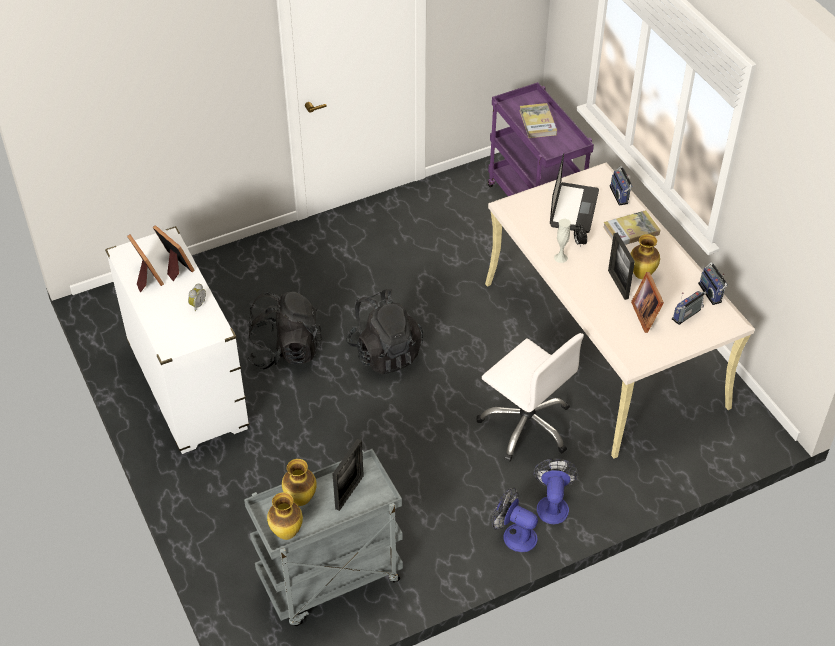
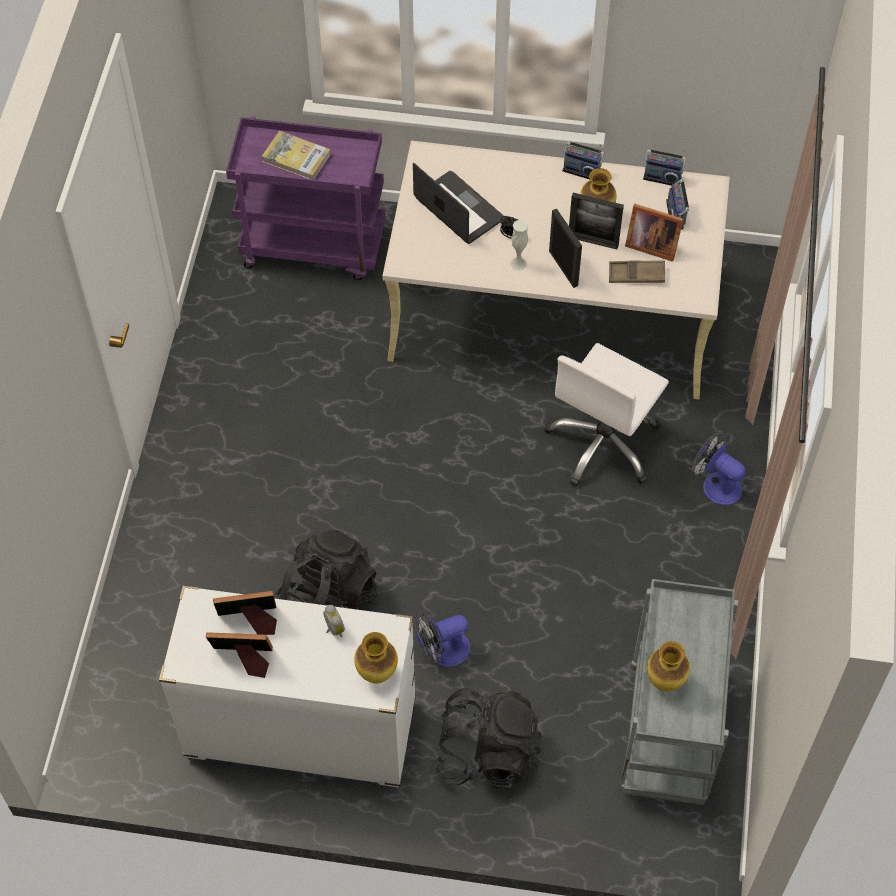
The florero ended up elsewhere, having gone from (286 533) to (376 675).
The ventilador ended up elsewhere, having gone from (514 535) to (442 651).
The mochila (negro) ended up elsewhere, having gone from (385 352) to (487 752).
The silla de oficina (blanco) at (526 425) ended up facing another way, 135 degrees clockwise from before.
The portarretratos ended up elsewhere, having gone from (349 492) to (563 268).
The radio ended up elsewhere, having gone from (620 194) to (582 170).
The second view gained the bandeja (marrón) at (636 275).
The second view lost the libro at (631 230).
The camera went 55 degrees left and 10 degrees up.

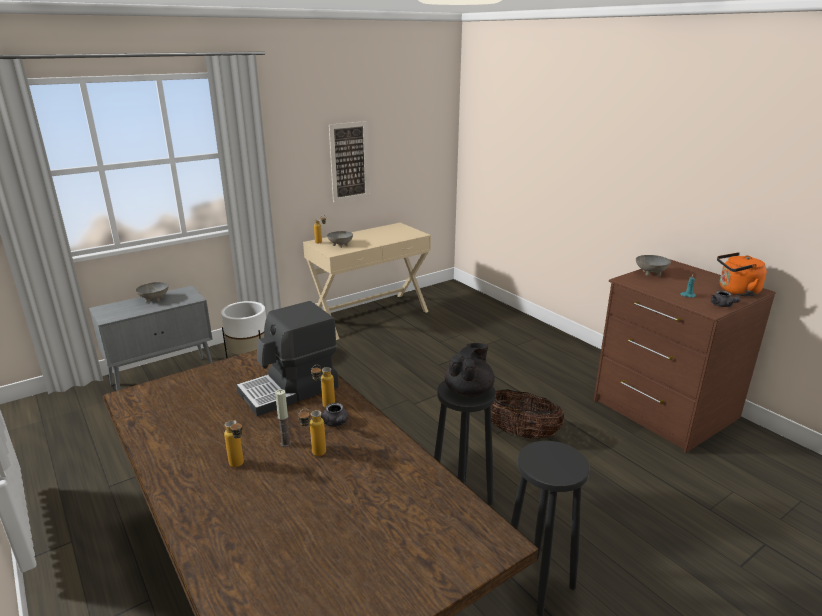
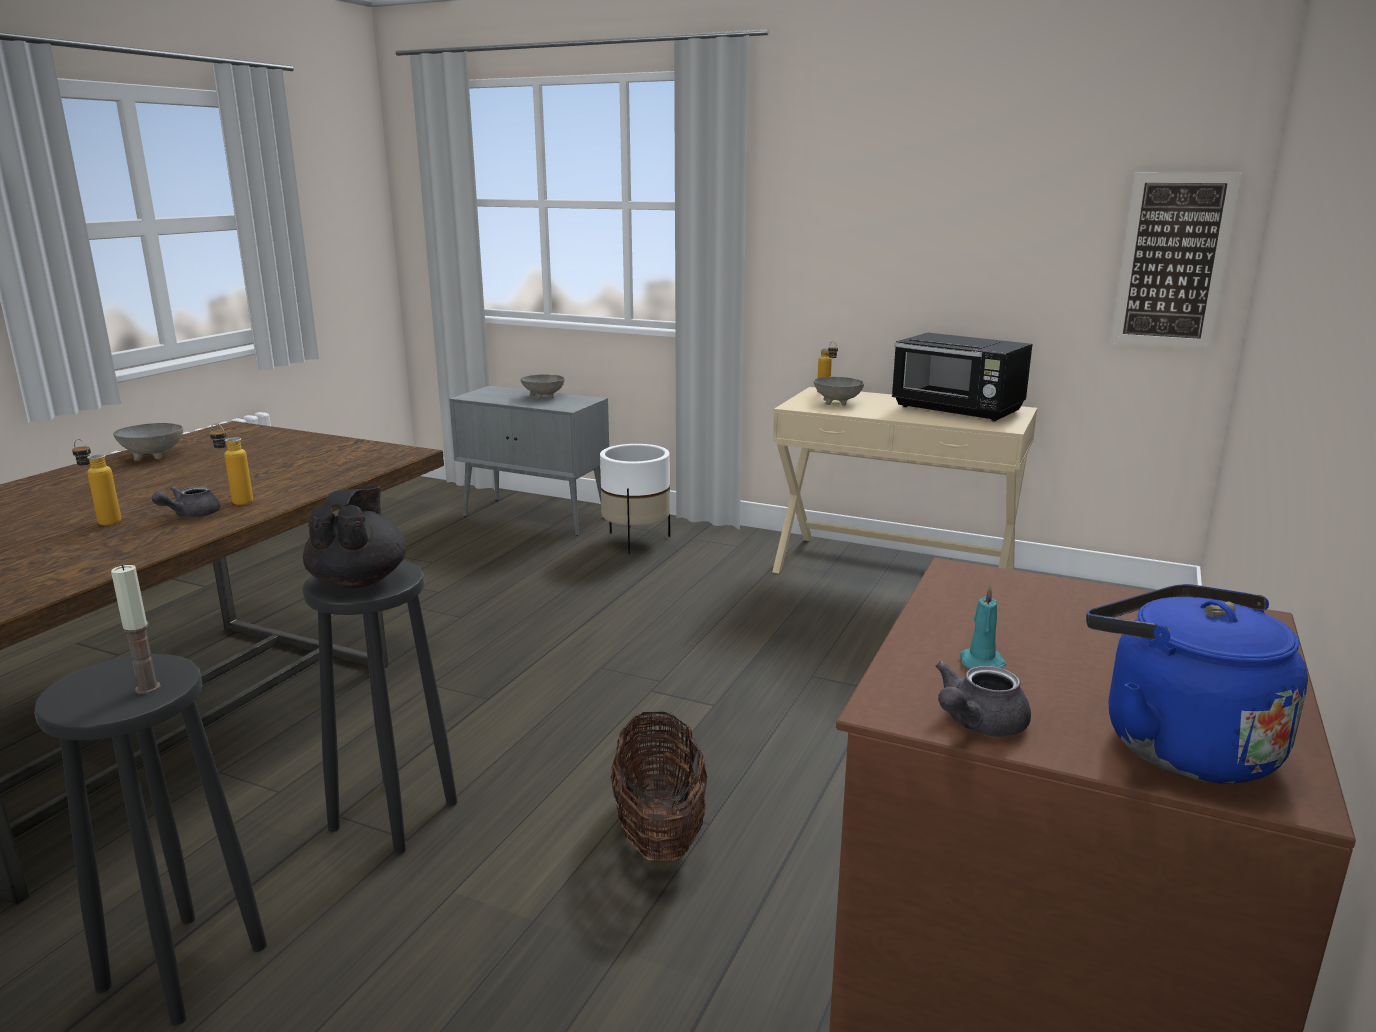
The vela ended up elsewhere, having gone from (285 443) to (148 688).
The cuenco (gris) ended up elsewhere, having gone from (651 273) to (154 456).
The tetera (negro) at (469 391) ended up facing another way, 90 degrees counterclockwise from before.
The second view gained the microondas (negro) at (958 410).
What was the hervidor (naranja) at (736 291) turned into the hervidor (azul) at (1178 744).
The cuadro ended up elsewhere, having gone from (349 162) to (1172 261).
The second view lost the botella at (239 466).
The second view lost the cafetera at (290 390).
The camera went 60 degrees right and 5 degrees down.

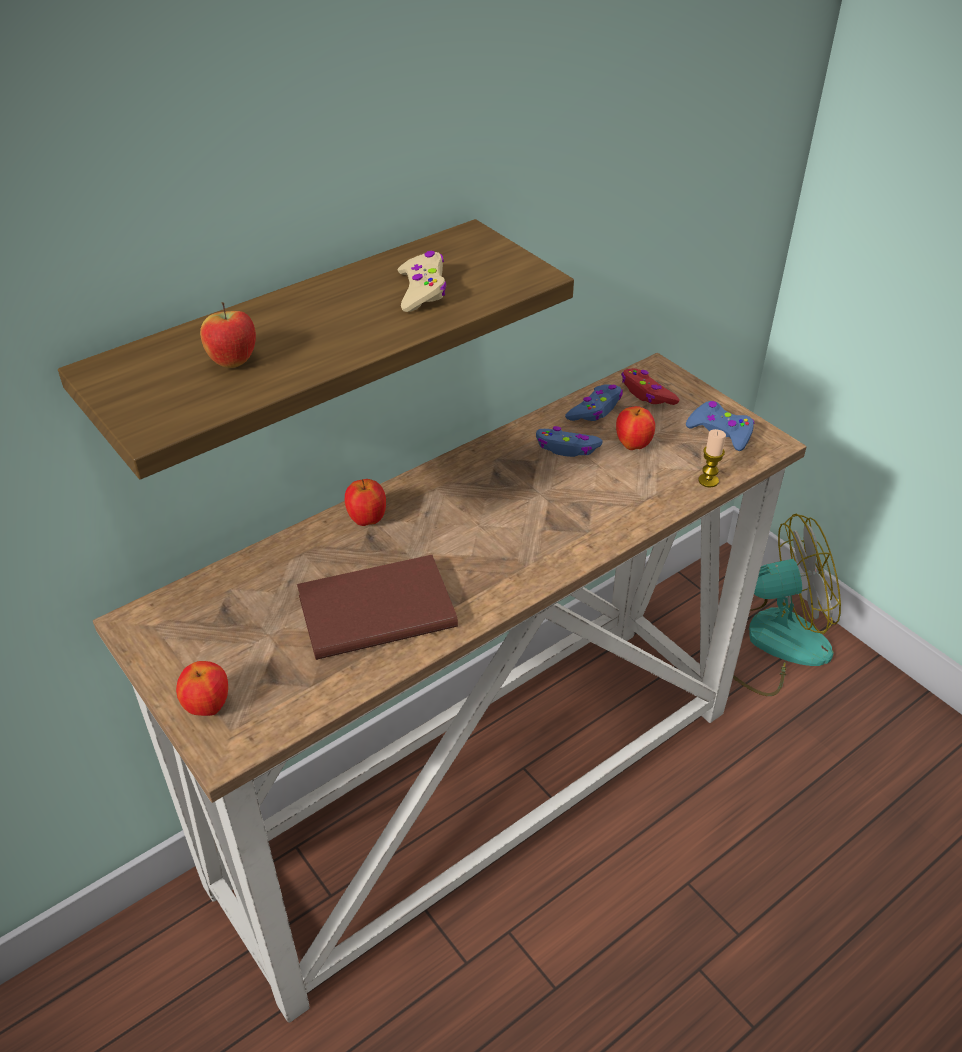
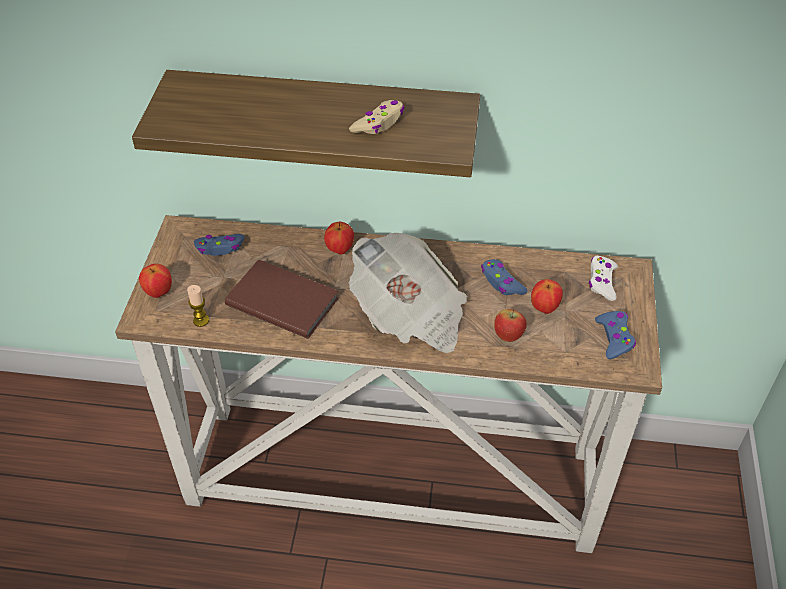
The vela ended up elsewhere, having gone from (708 481) to (201 320).
The mando de consola (azul) ended up elsewhere, having gone from (595 410) to (220 248).
The second view gained the periódico at (410 315).
The manzana ended up elsewhere, having gone from (233 362) to (508 336).
What was the mando de consola (rojo) at (647 394) turned into the mando de consola (blanco) at (602 282).
The second view lost the ventilador at (768 641).
The camera went 45 degrees right and 5 degrees up.

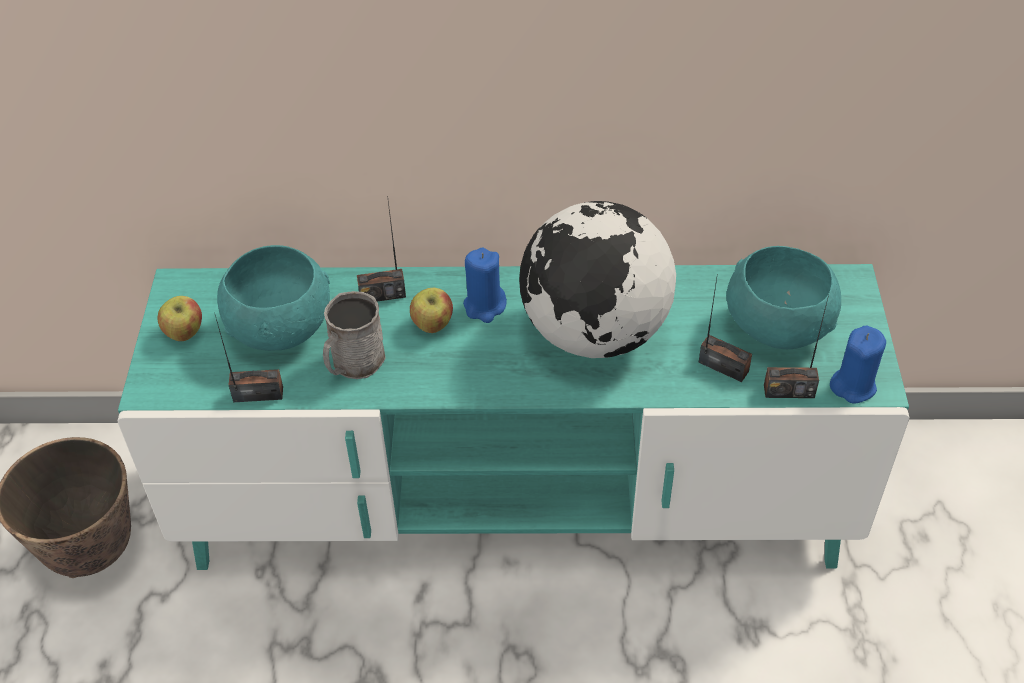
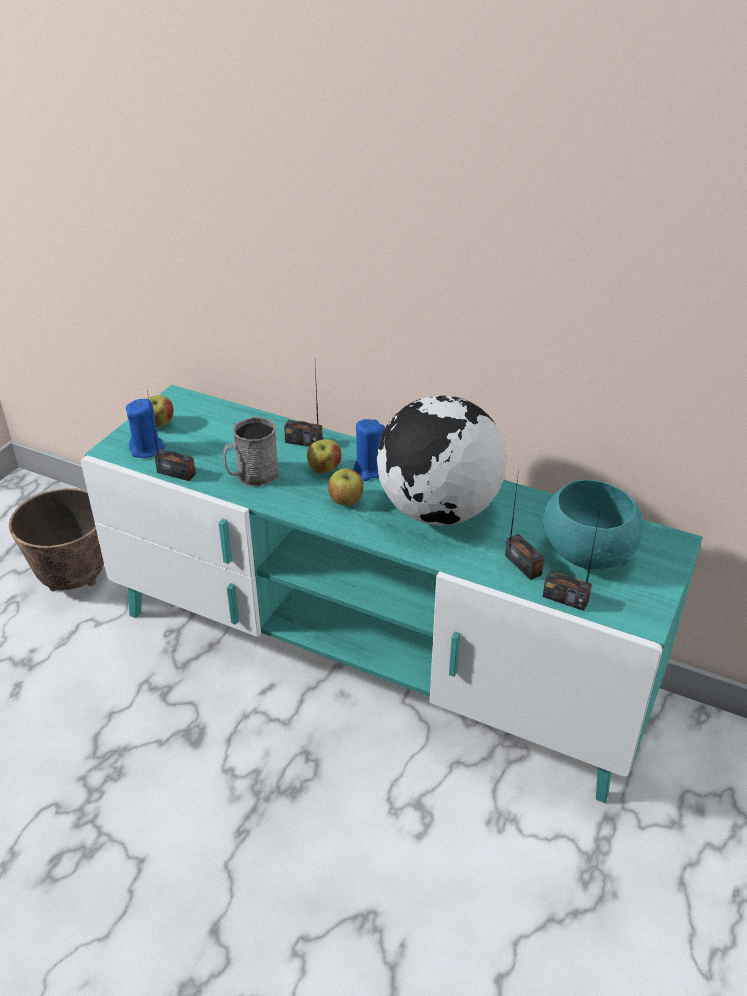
The vela (azul) ended up elsewhere, having gone from (853 385) to (147 449).
The second view gained the manzana at (346 501).
The second view lost the cuenco (turquesa) at (281 327).
The camera went 25 degrees right and 10 degrees down.

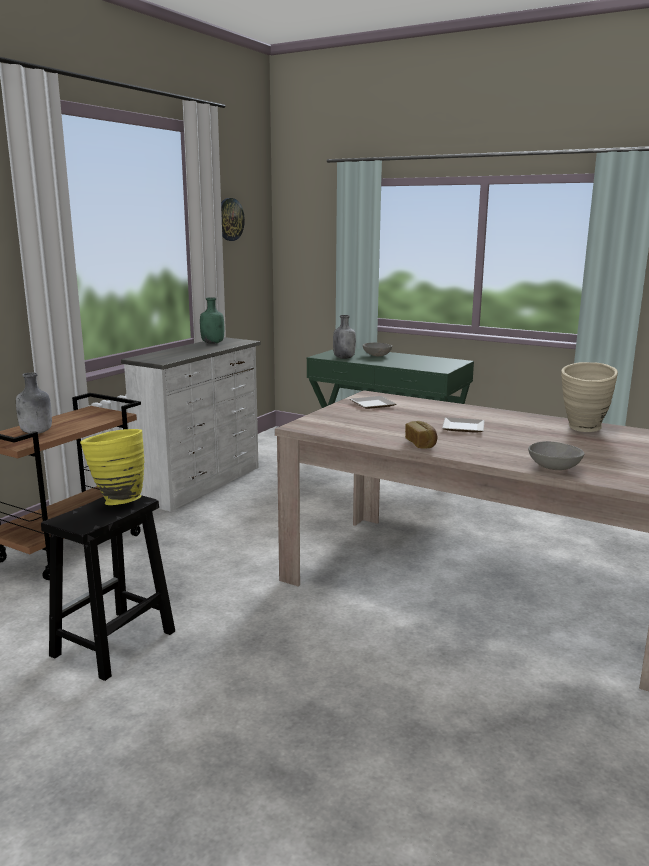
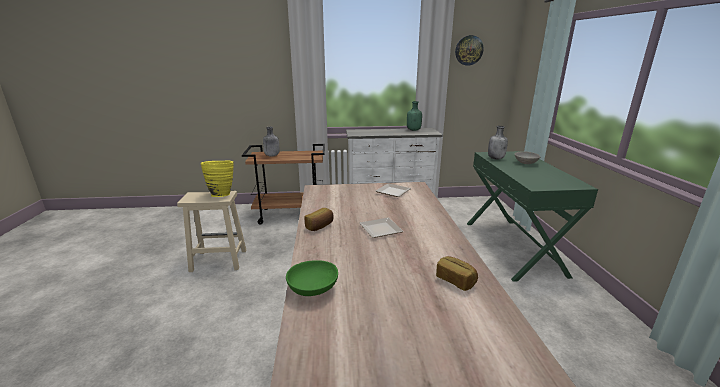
What was the taburete (negro) at (113 644) turned into the taburete (beis) at (218 261).
What was the cuenco (gris) at (553 468) turned into the cuenco (verde) at (312 289).
Where the florero (beis) stood at (583 430), the pan came to stand at (456 280).
The camera went 55 degrees right and 5 degrees up.

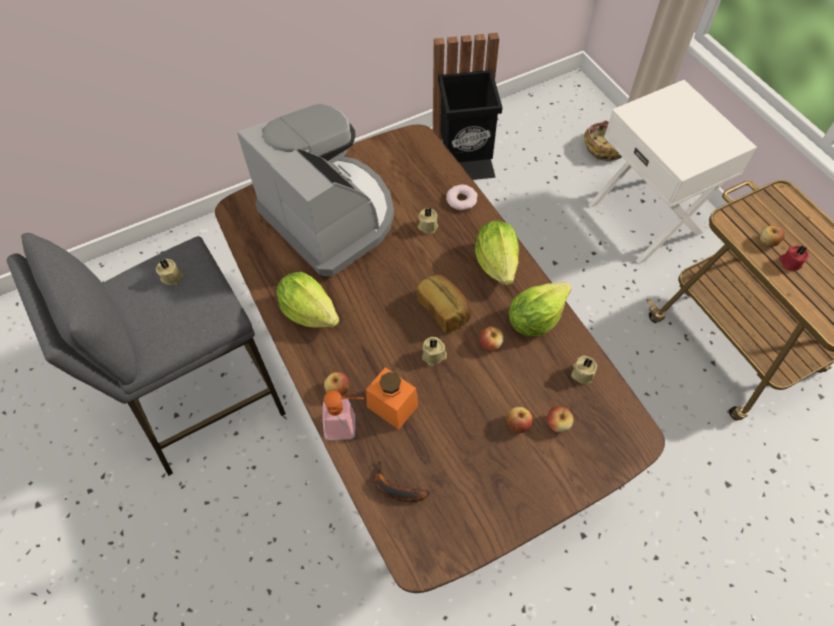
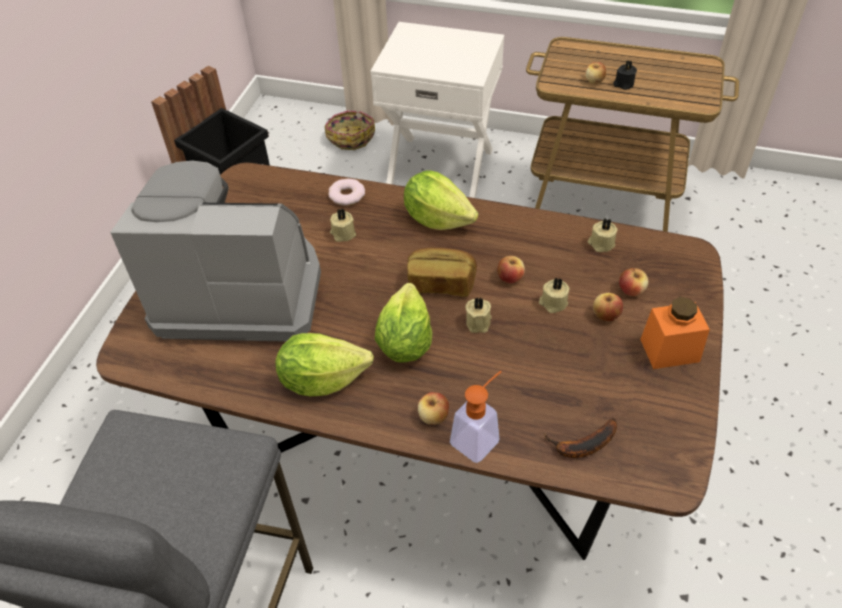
The lechuga ended up elsewhere, having gone from (535 319) to (405 342).
The vela (beis) ended up elsewhere, having gone from (172 276) to (553 303).
What was the vela (rojo) at (790 262) turned into the vela (negro) at (623 84).
The tarro (naranja) ended up elsewhere, having gone from (392 406) to (669 350).
The camera went 45 degrees left and 10 degrees down.

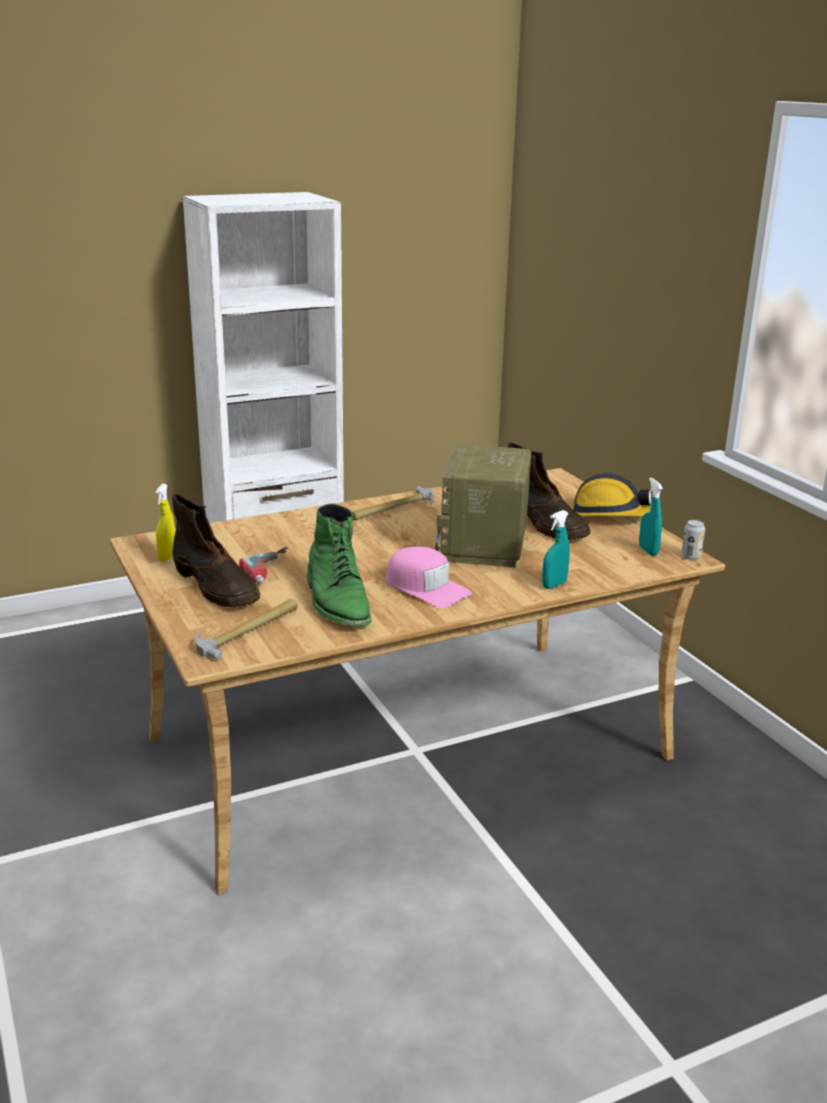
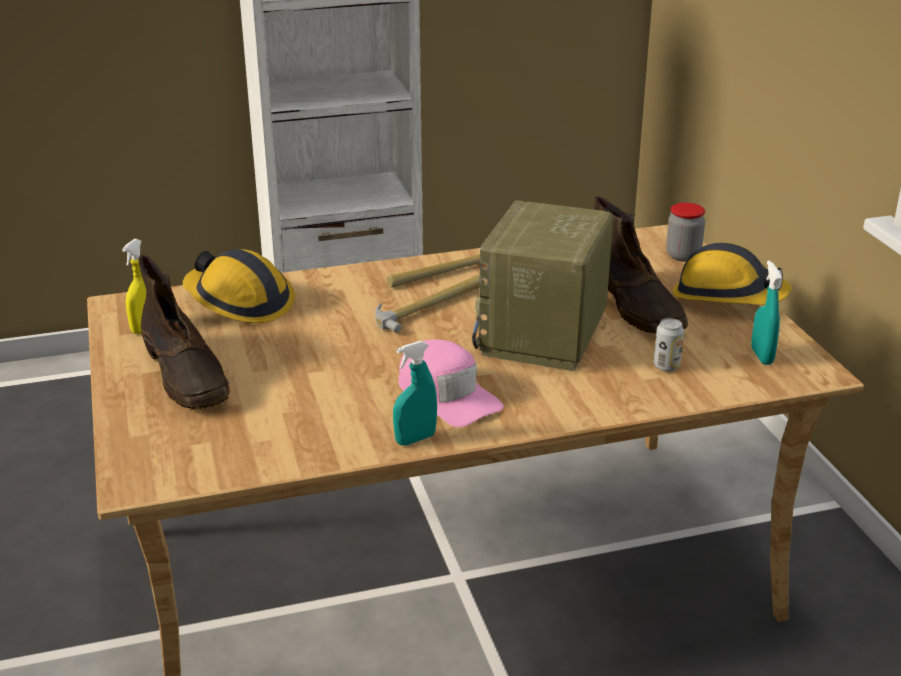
The second view gained the casco at (239 302).
The martillo ended up elsewhere, having gone from (248 631) to (431 306).
The pulverizador (turquesa) ended up elsewhere, having gone from (554 585) to (415 439).
The lata ended up elsewhere, having gone from (691 556) to (666 366).
The second view gained the tarro at (683 255).
The second view lost the taladro at (273 570).
The second view lost the bota (verde) at (337 601).
The camera went 10 degrees right and 5 degrees up.

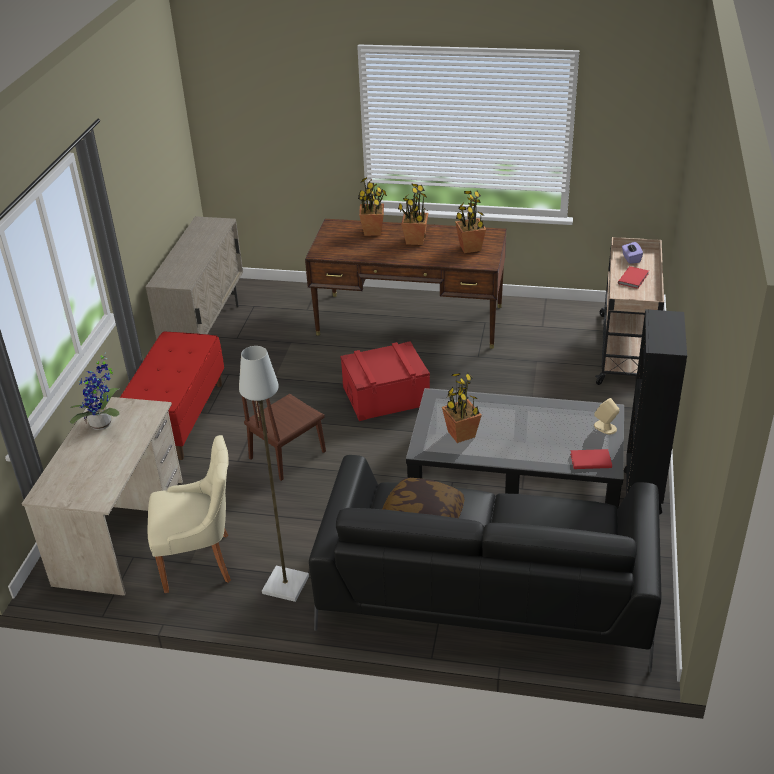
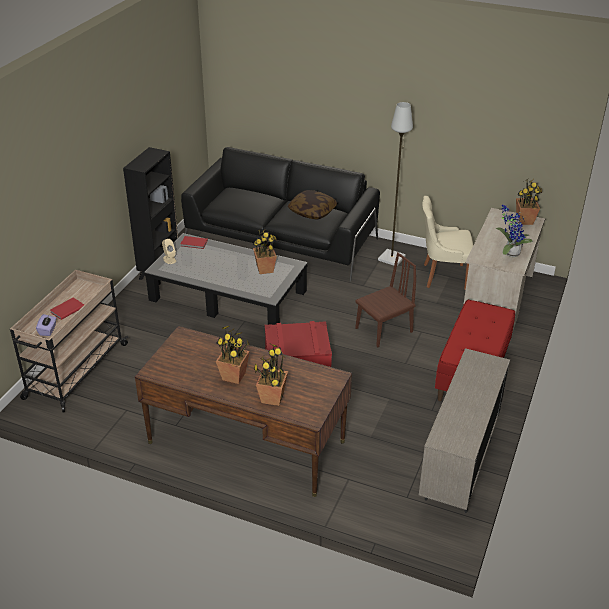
The planta en maceta ended up elsewhere, having gone from (470 248) to (524 221).
The camera went 170 degrees left and 0 degrees up.

